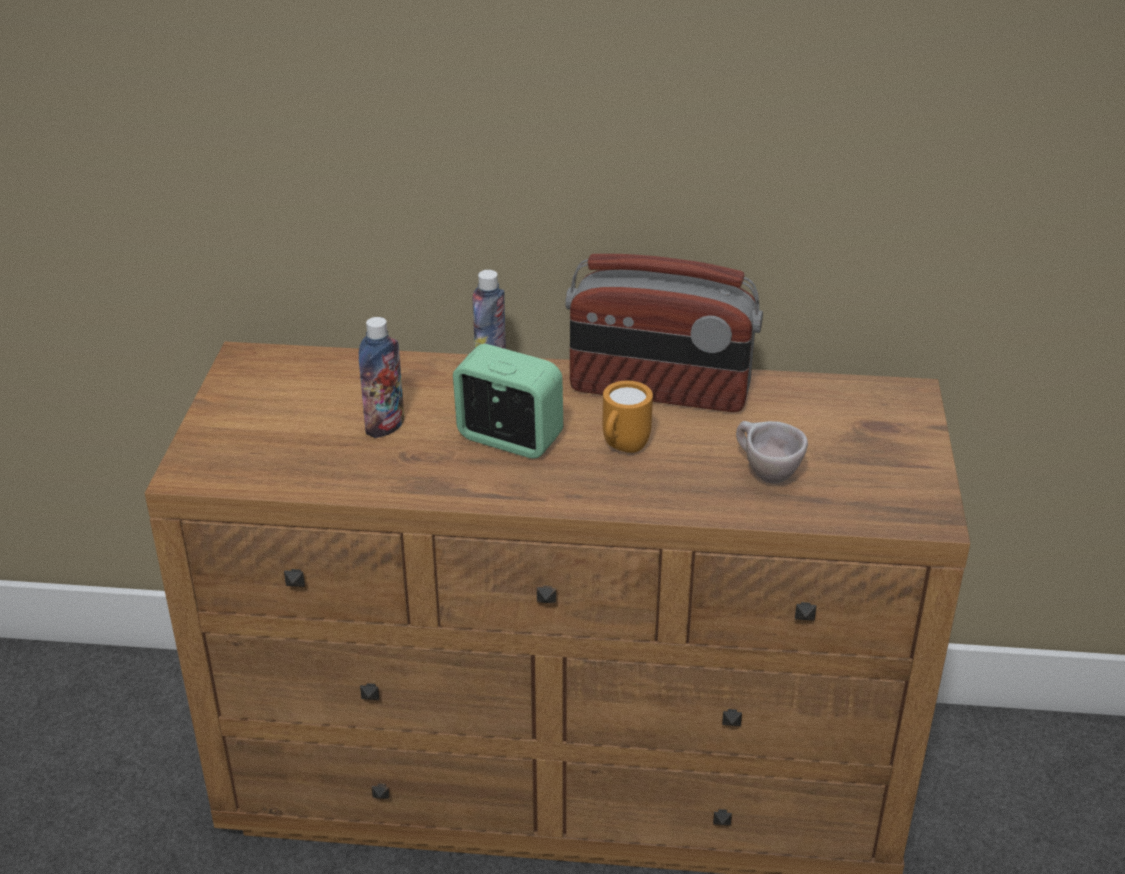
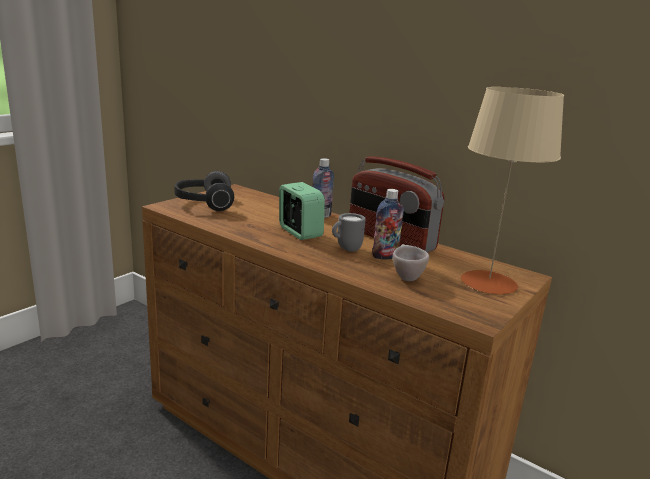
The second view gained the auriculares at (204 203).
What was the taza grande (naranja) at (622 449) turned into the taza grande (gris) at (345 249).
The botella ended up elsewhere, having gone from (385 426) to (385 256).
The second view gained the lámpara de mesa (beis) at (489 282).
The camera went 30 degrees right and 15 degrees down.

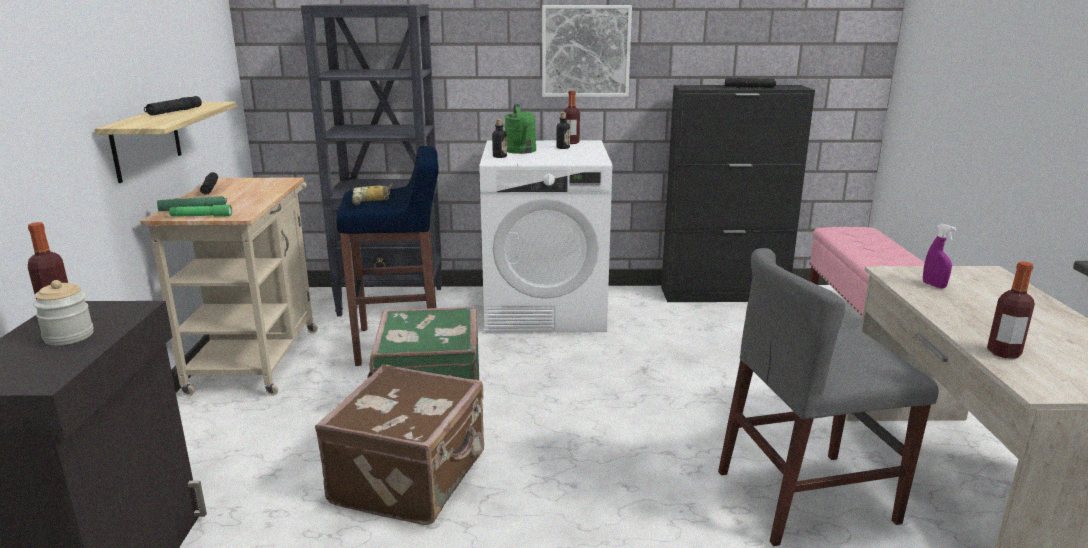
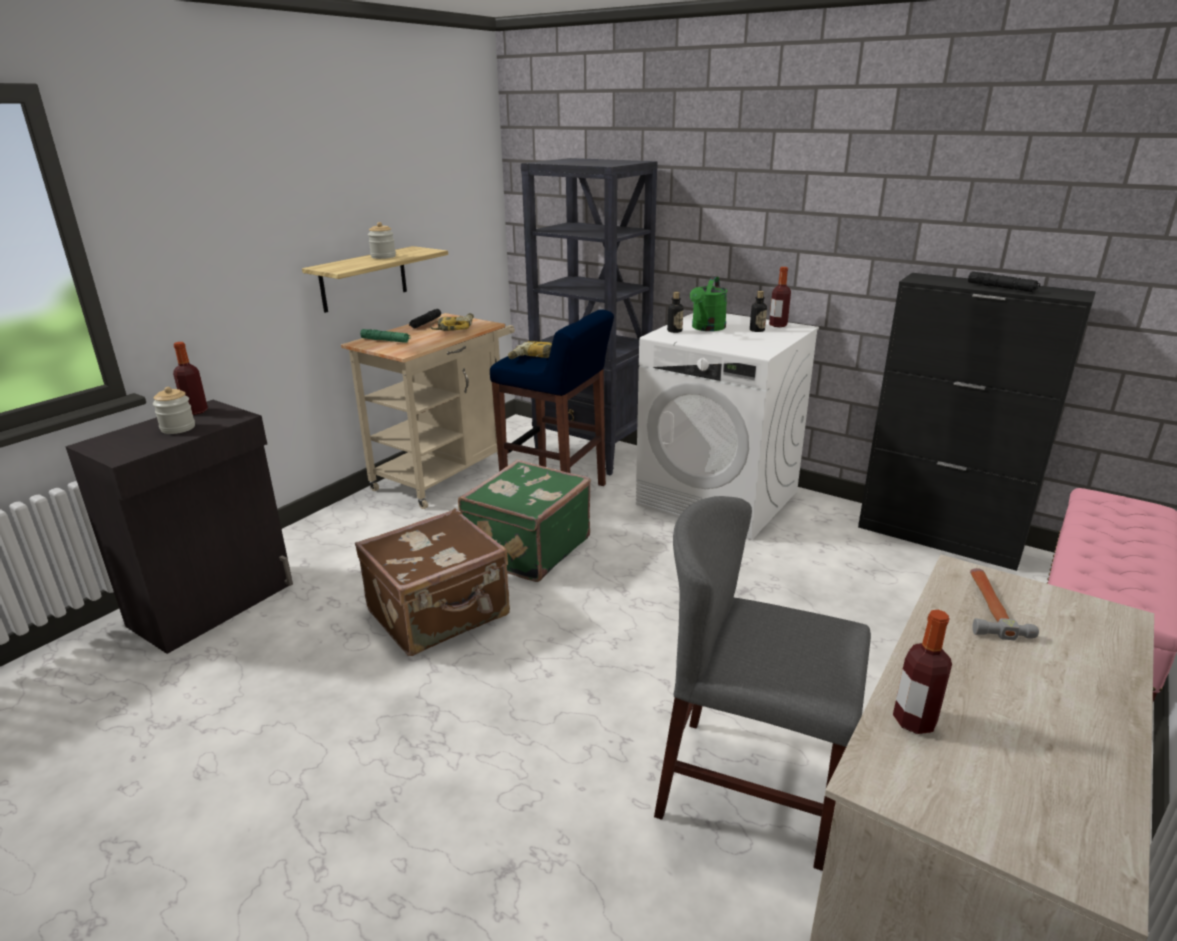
Where the linterna (negro) stood at (174 111), the tarro came to stand at (383 257).
The second view gained the taladro at (454 328).
Where the pulverizador (morado) stood at (934 285), the martillo came to stand at (989 607).
The second view lost the linterna (verde) at (201 216).
The second view lost the cuadro at (585 51).
The camera went 35 degrees right and 5 degrees up.

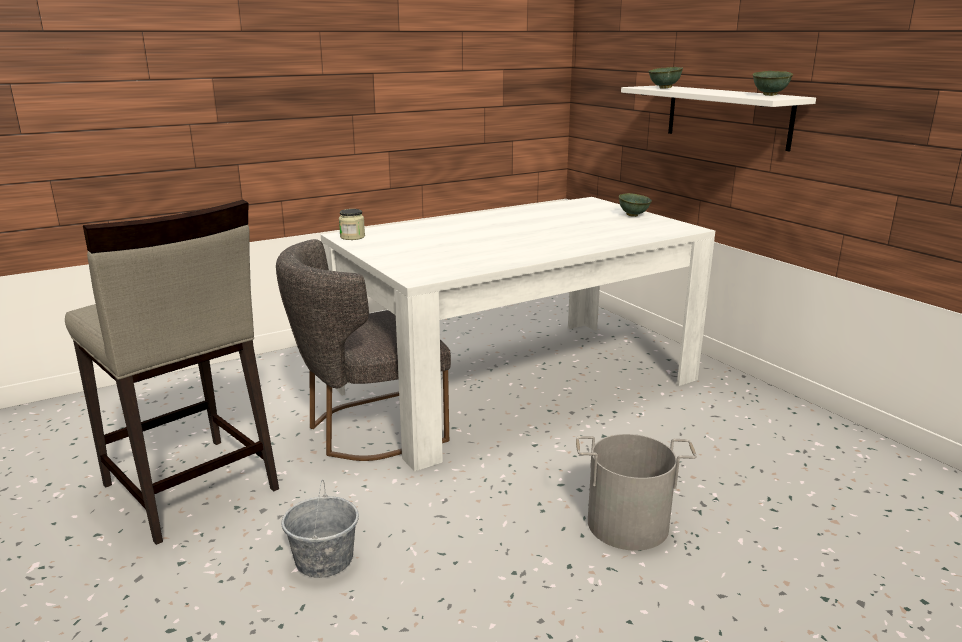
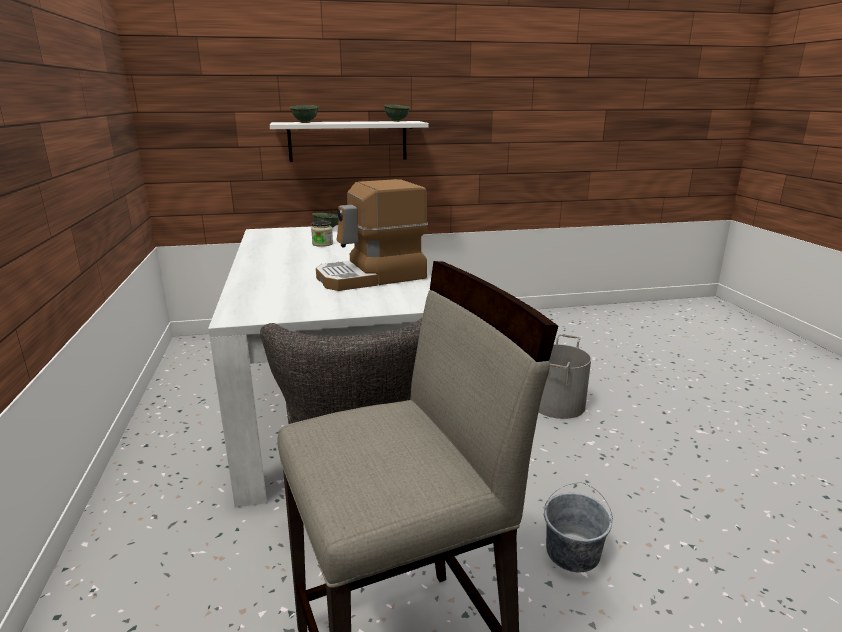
The tarro ended up elsewhere, having gone from (352 237) to (322 244).
The second view gained the cafetera at (372 277).
The camera went 70 degrees left and 0 degrees up.

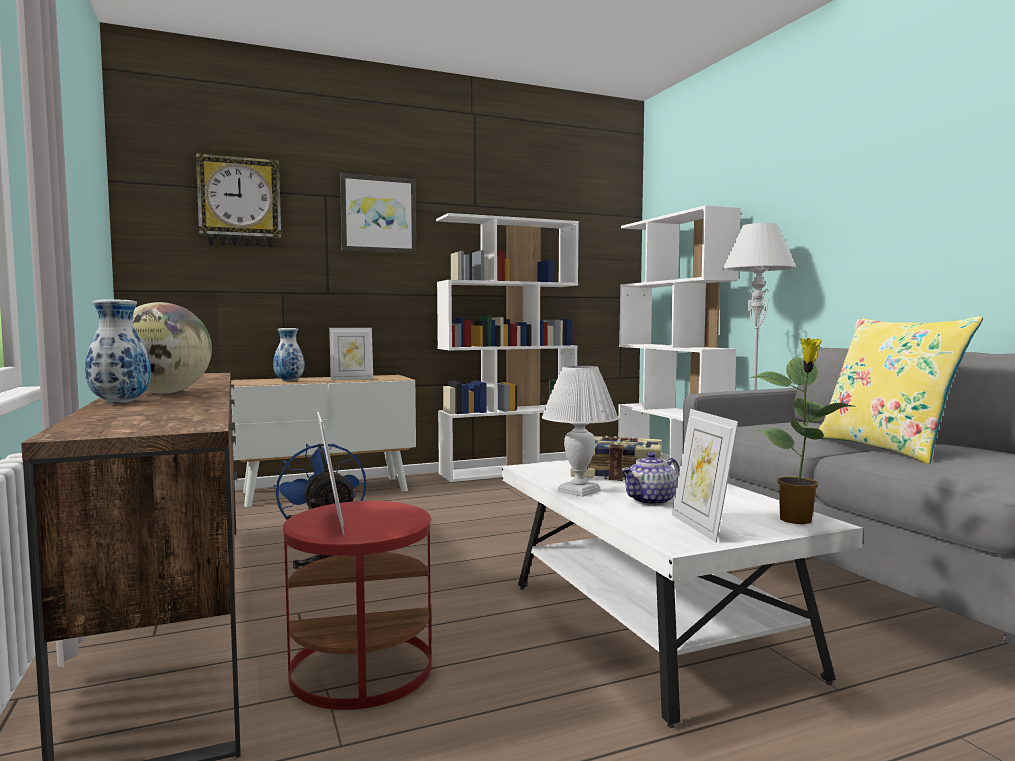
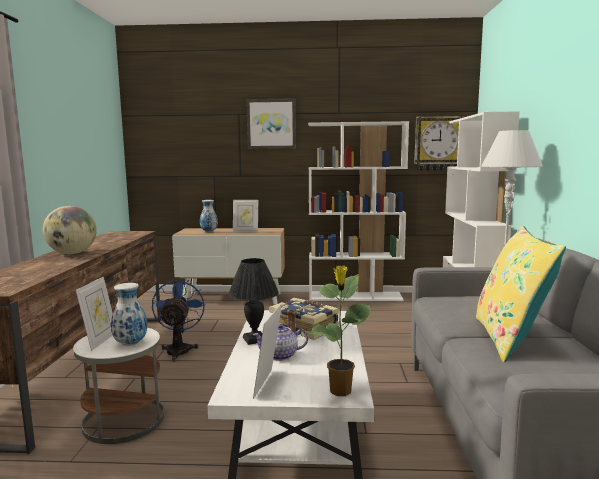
What was the mesa auxiliar (rojo) at (360 669) turned into the mesa auxiliar (blanco) at (124 420).
The florero ended up elsewhere, having gone from (121 403) to (131 344).
What was the lámpara de mesa (blanco) at (580 491) turned into the lámpara de mesa (negro) at (255 339).
The reloj de pared ended up elsewhere, having gone from (239 202) to (438 143).
The camera went 25 degrees right and 5 degrees up.

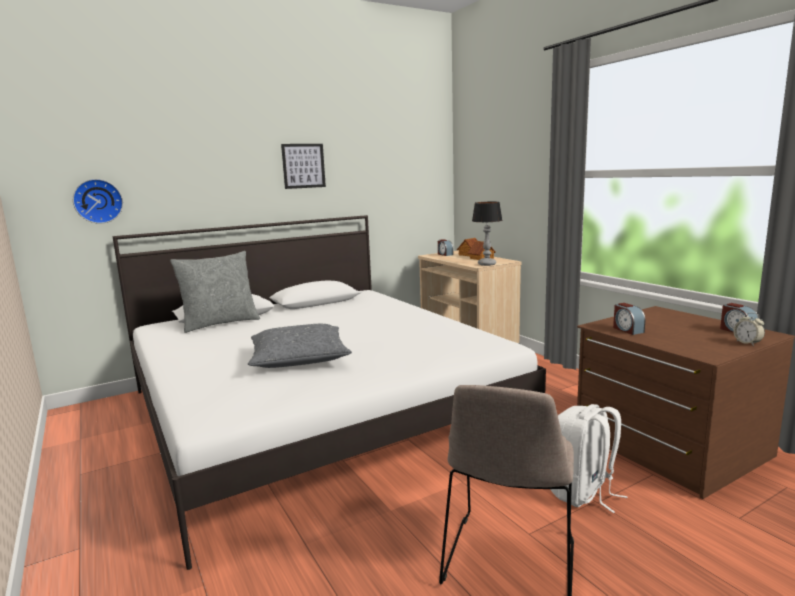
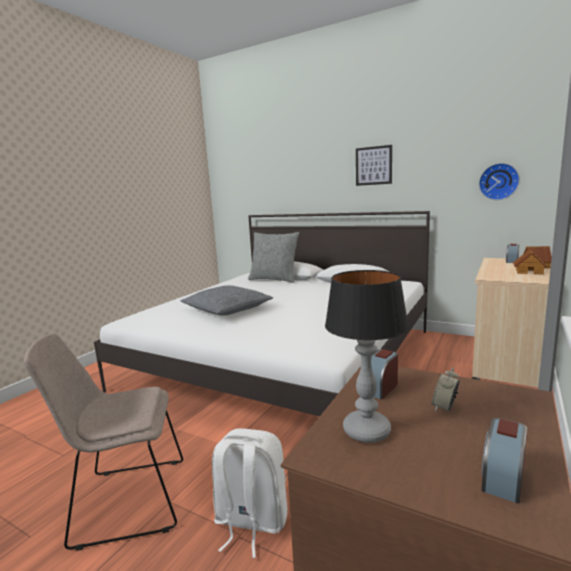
The lámpara de mesa ended up elsewhere, having gone from (487 264) to (366 431).
The despertador ended up elsewhere, having gone from (747 343) to (445 407).
The reloj de pared ended up elsewhere, having gone from (98 201) to (498 181).
The camera went 60 degrees right and 0 degrees up.

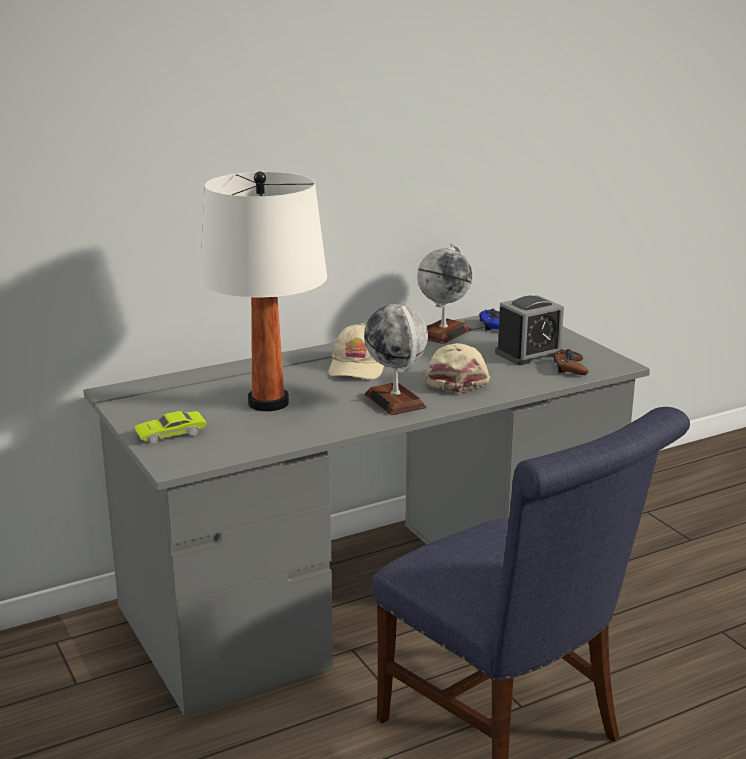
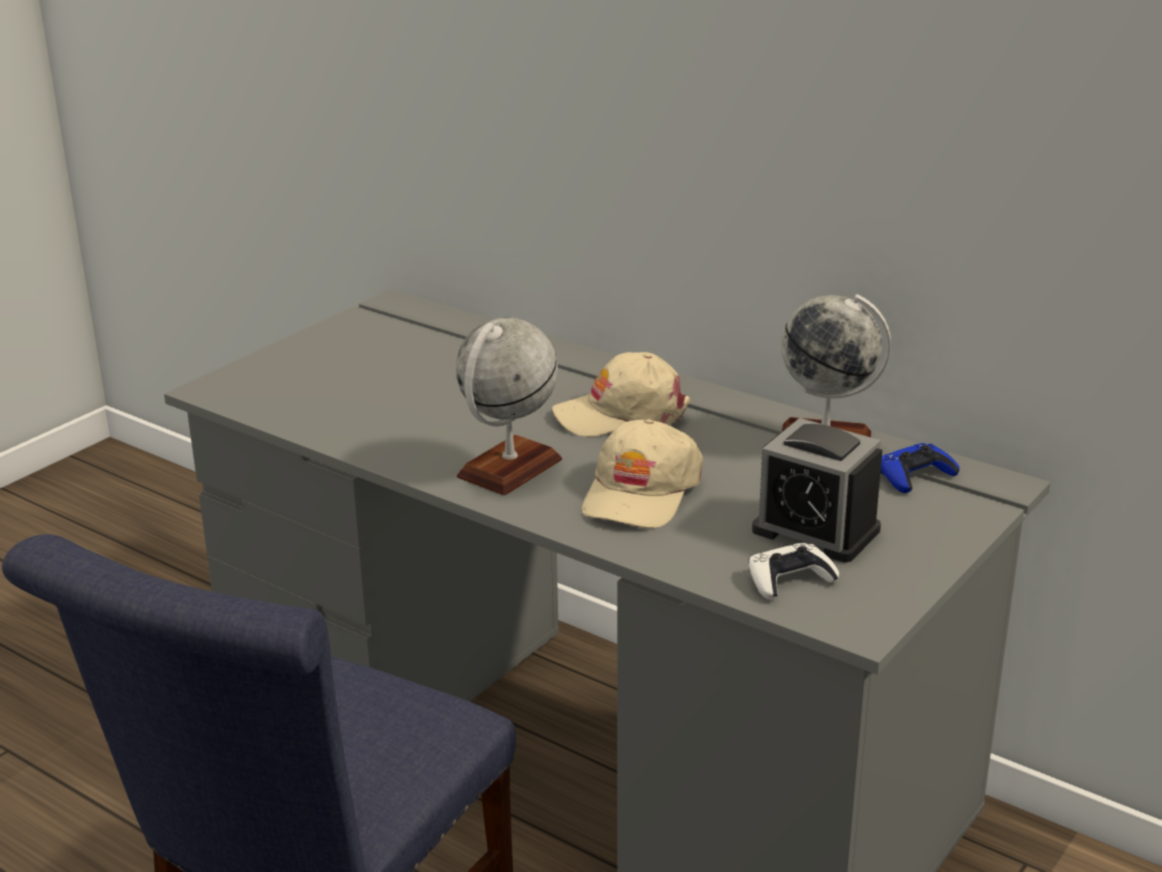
The gorra (beis) at (456 378) ended up facing another way, 135 degrees clockwise from before.
What was the mando de consola (marrón) at (570 368) turned into the mando de consola (blanco) at (789 580).
The second view lost the coche de juguete (verde) at (171 433).
The second view lost the lámpara de mesa (blanco) at (268 403).
The camera went 65 degrees right and 5 degrees up.

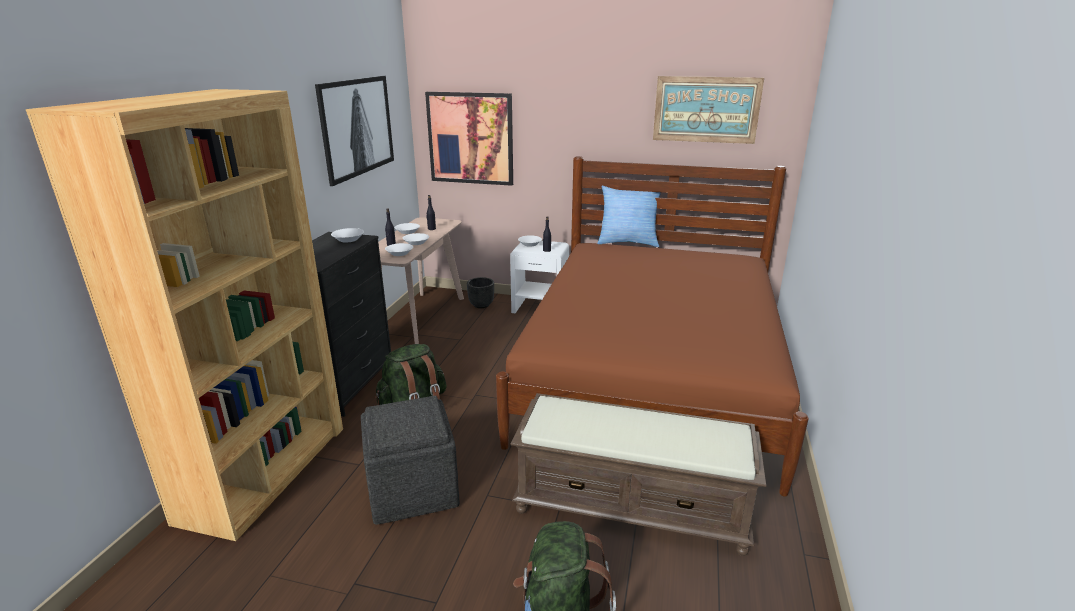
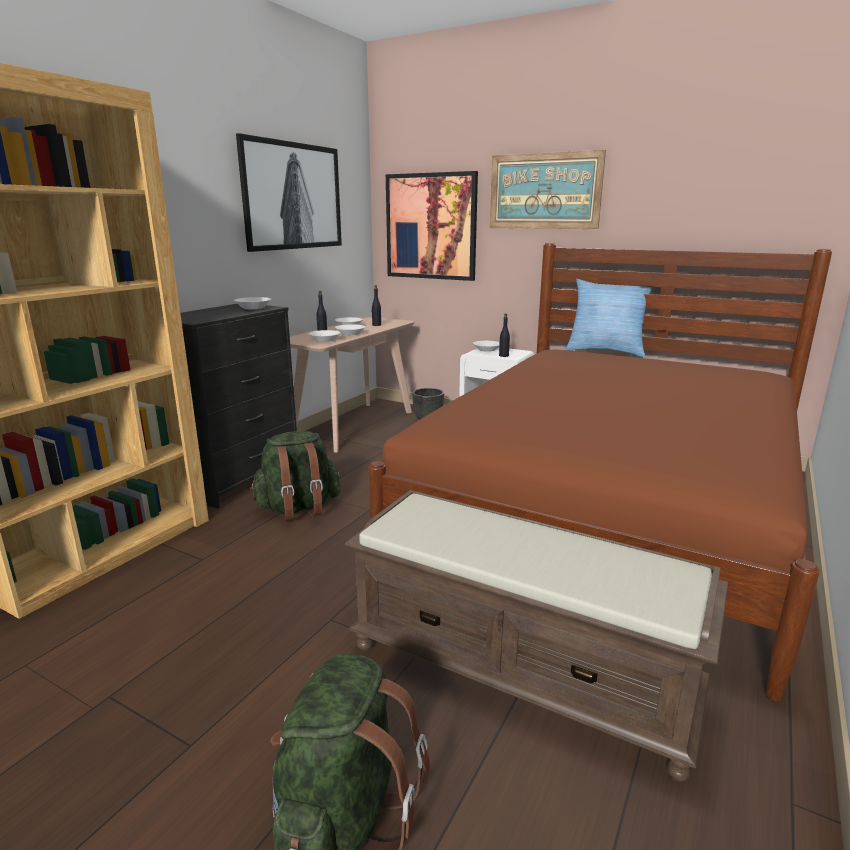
The cuadro ended up elsewhere, having gone from (706 109) to (544 191).
The second view lost the puf (gris) at (411 488).
The camera went 15 degrees right and 5 degrees down.

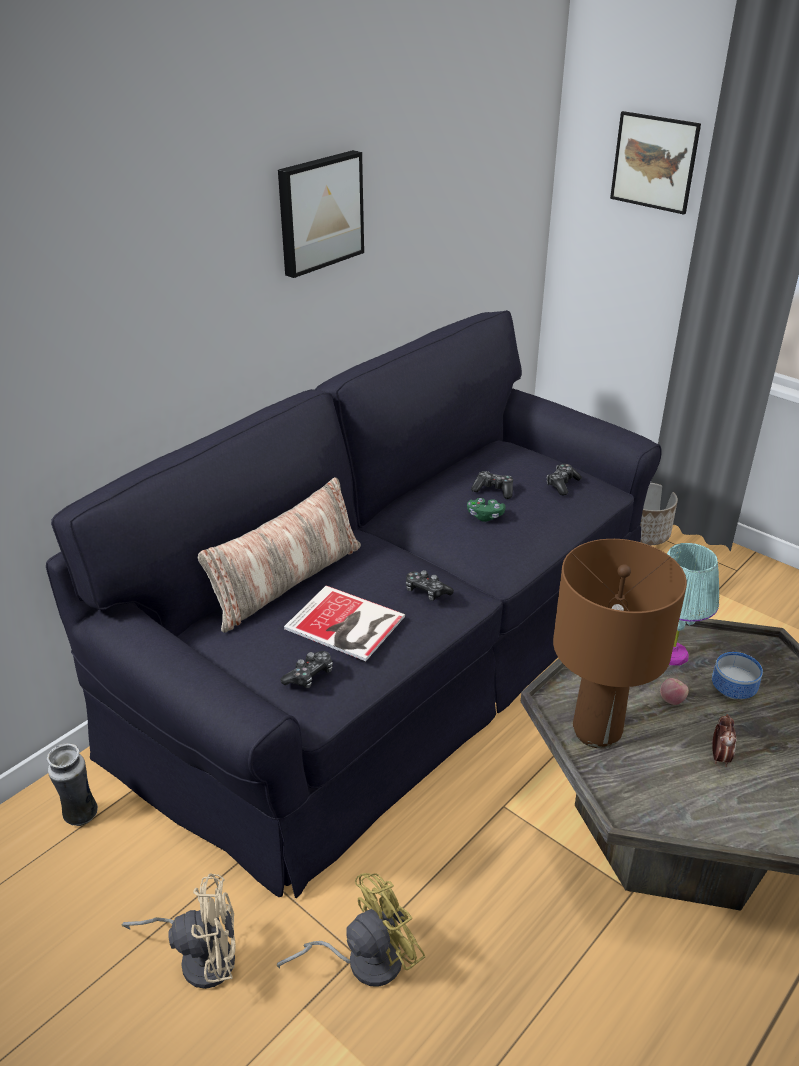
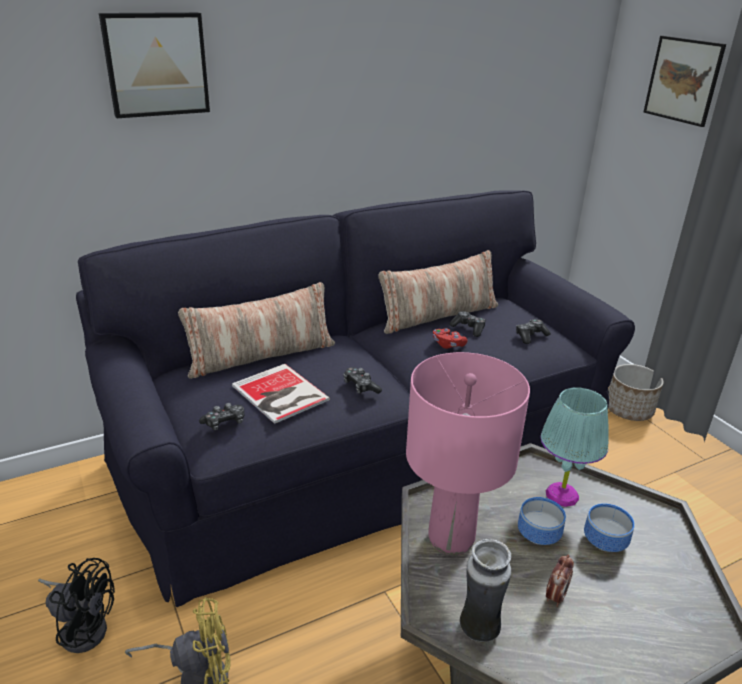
What was the ventilador (beis) at (200 957) turned into the ventilador (negro) at (83 626).
The cuadro ended up elsewhere, having gone from (319 212) to (156 64).
The second view gained the cojín at (438 315).
What was the lámpara de mesa (marrón) at (596 732) turned into the lámpara de mesa (rosa) at (450 539).
What was the mando de consola (verde) at (485 516) turned into the mando de consola (rojo) at (448 345).
The florero ended up elsewhere, having gone from (81 816) to (479 629).
Where the manzana stood at (672 700), the cuenco came to stand at (538 533).
The camera went 20 degrees right and 5 degrees down.

